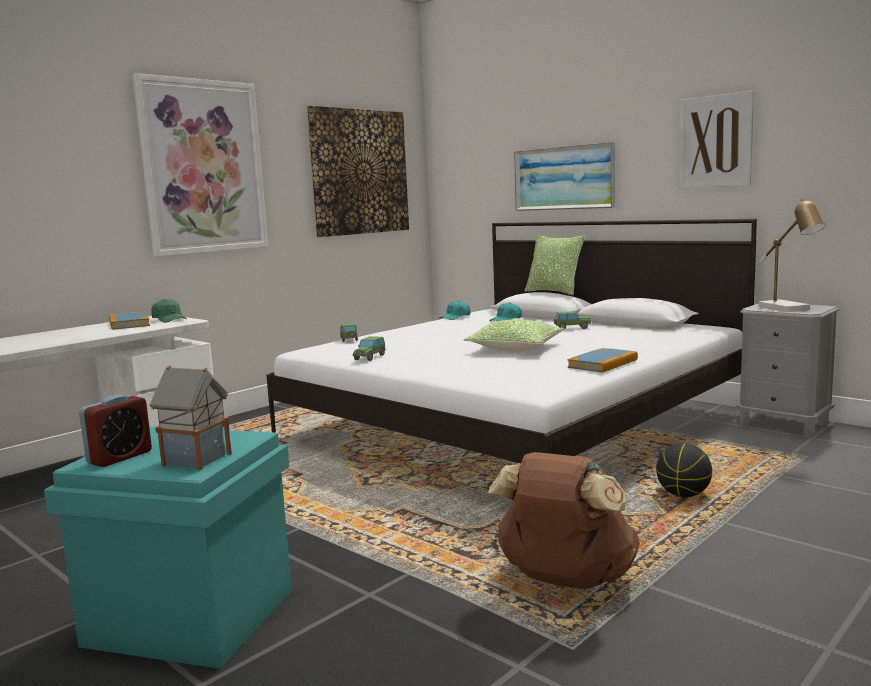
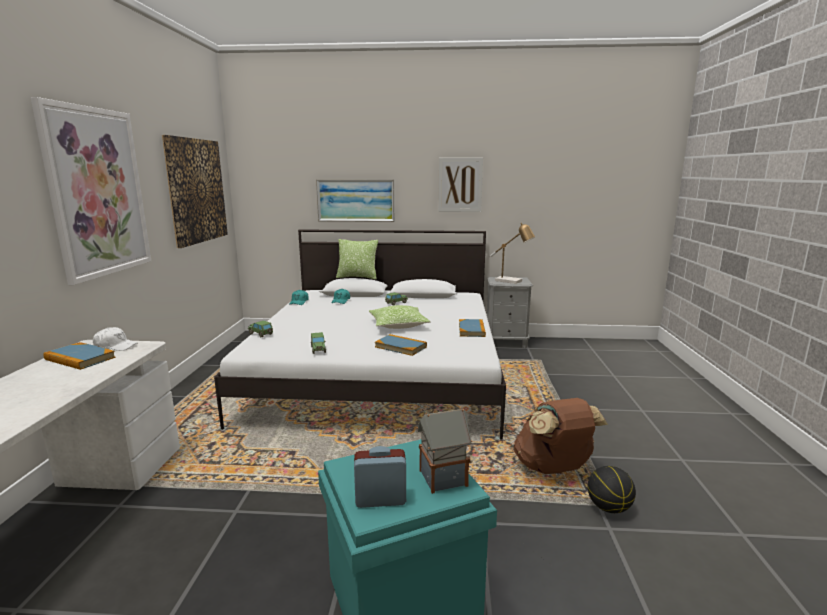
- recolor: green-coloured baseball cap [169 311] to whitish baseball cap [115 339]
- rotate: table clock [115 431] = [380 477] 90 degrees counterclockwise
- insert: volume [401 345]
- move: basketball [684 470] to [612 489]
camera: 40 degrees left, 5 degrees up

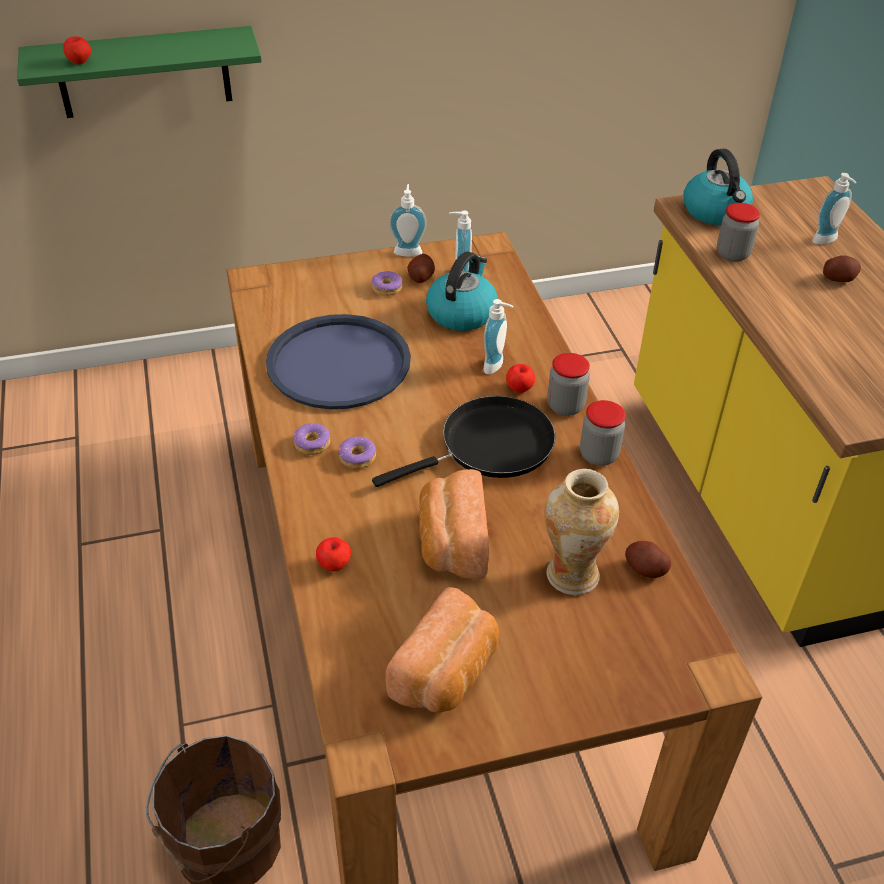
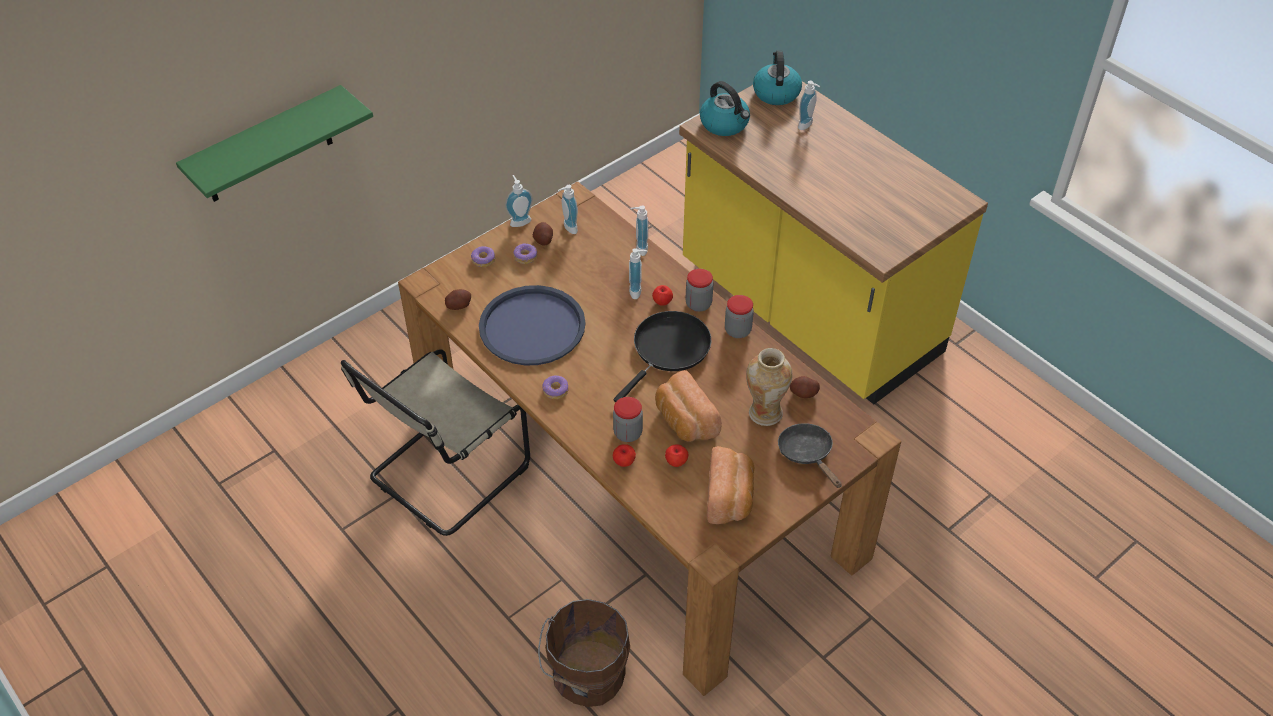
- insert: beige plain chair [435 443]
- move: spud [842 268] to [458 299]
- move: doughnut [357 452] to [483 256]
- move: preserve jar [738 232] to [628 419]
- insert: soap dispenser [639 230]
- move: apple [77 50] to [676 455]
- move: water kettle [462 291] to [777 78]
- insert: blackish skillet [810 455]
camera: 25 degrees left, 5 degrees up

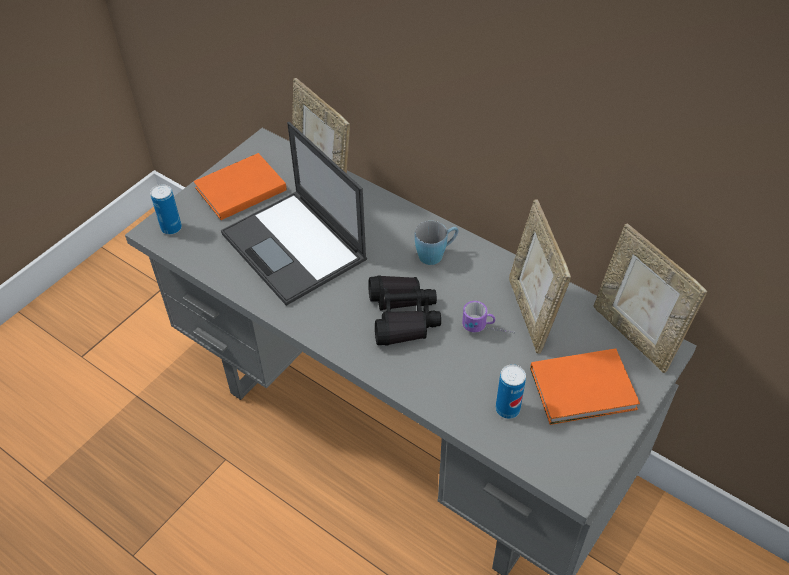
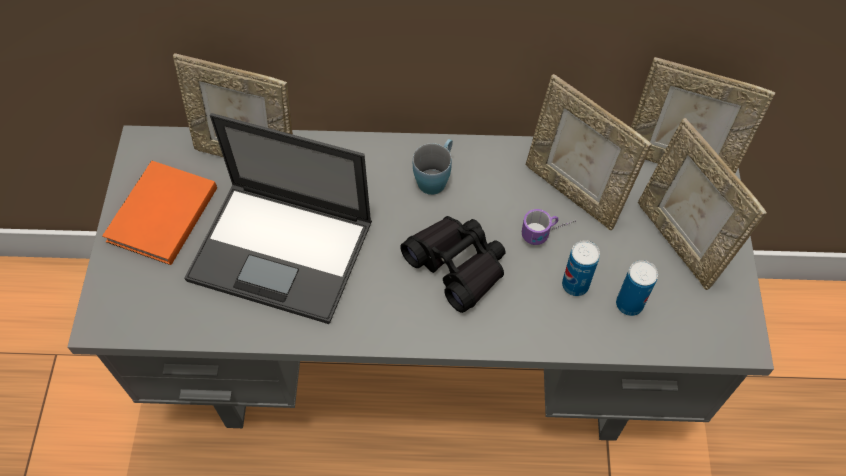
- move: metal can [166 209] to [581 268]
- replace: orangey volume [585 386] to photo frame [702 204]
camera: 35 degrees left, 10 degrees up

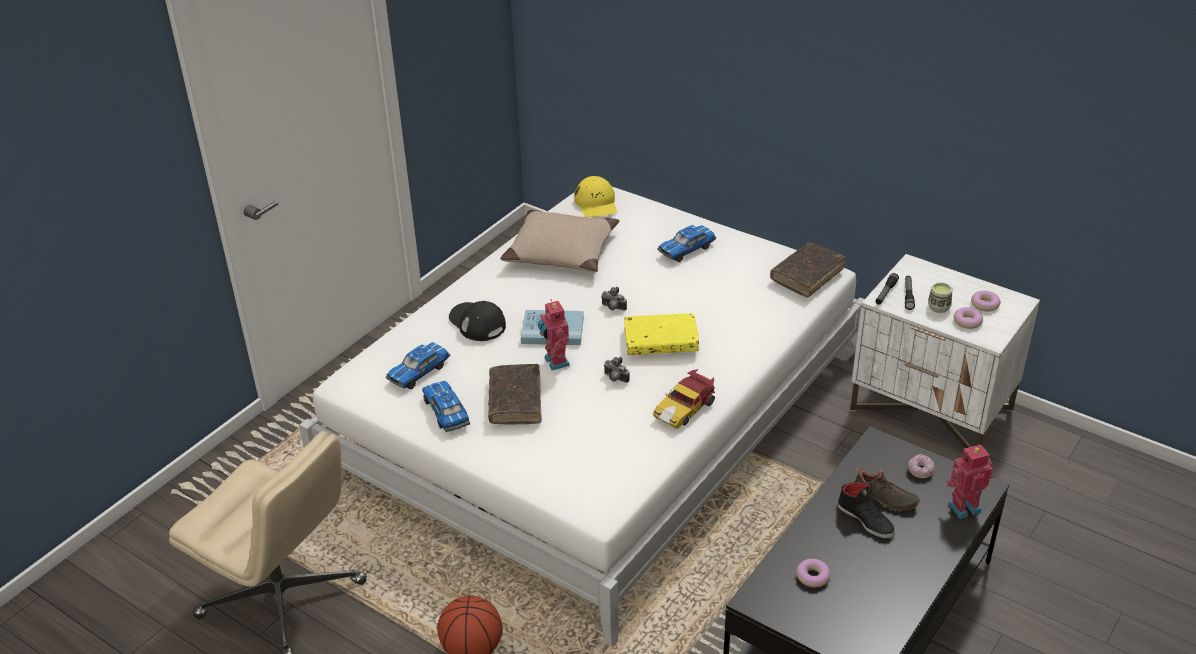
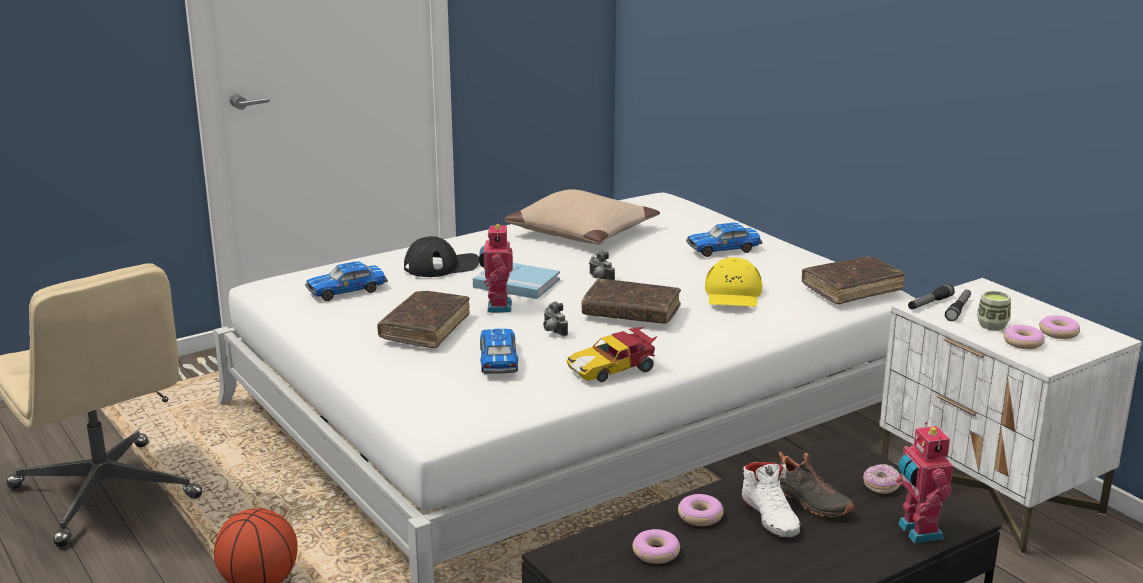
- rotate: blackish baseball cap [477 321] = [441 256] 90 degrees clockwise
- move: model car [446 406] to [499 351]
- recolor: yellow volume [661 334] to brown-coloured volume [631 301]
- insert: doughnut [701 510]
- move: yellow baseball cap [595 196] to [734 282]
- recolor: blackish shoe [866 510] to whitish shoe [771 500]
- rotate: model robot [969 482] = [924 482] 105 degrees counterclockwise
camera: 20 degrees right, 15 degrees down

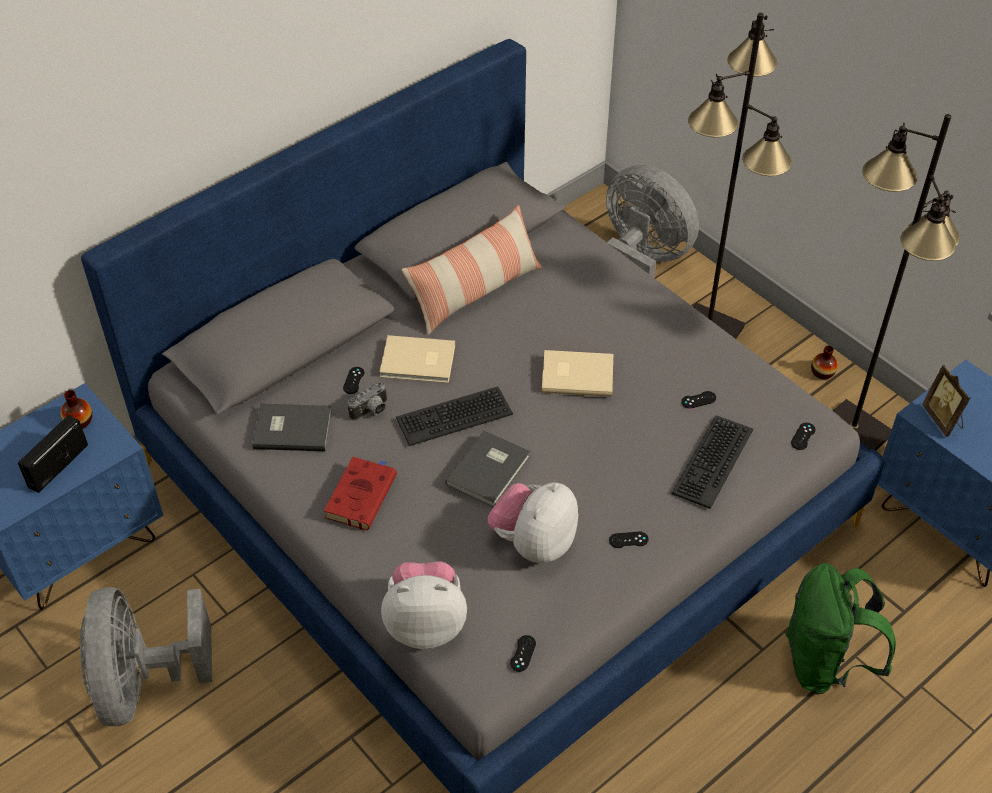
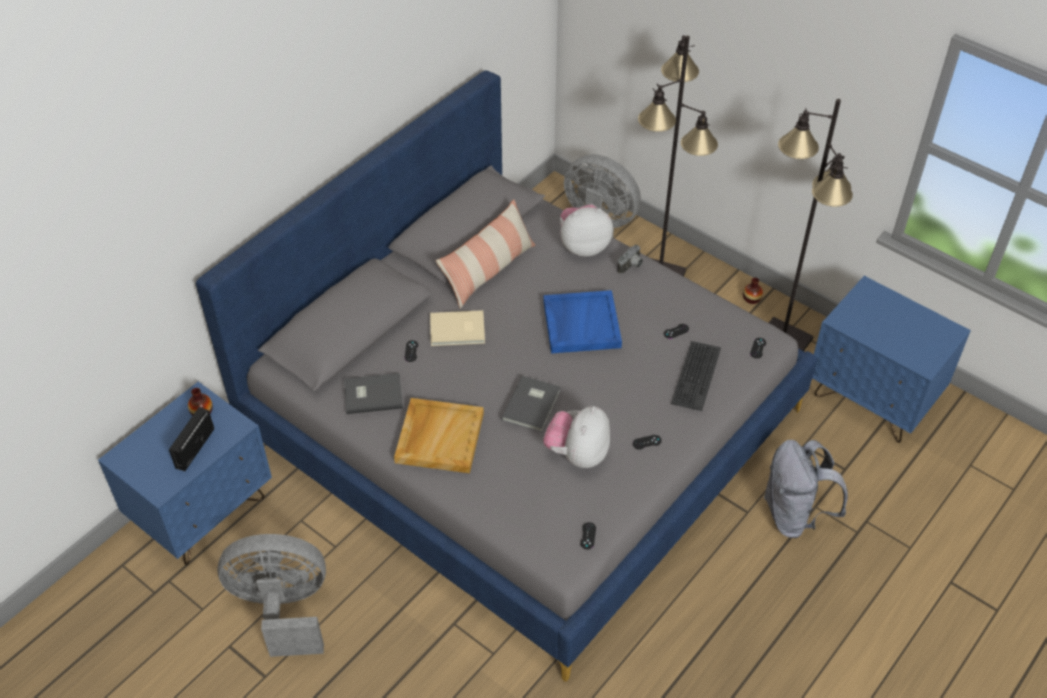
- rotate: gray electric fan [146 656] = [271 595] 105 degrees clockwise
- replace: red volume [360 493] to beige serving tray [439 435]
- replace: beige volume [577 373] to blue-coloured serving tray [582 321]
- move: soft toy [424 605] to [586 230]
- move: still camera [367 401] to [630 259]
- recolor: green-coloured rucksack [840 628] to gray rucksack [806 489]
- delete: keyboard [454 416]
- delete: photo frame [946 400]
camera: 10 degrees left, 0 degrees up

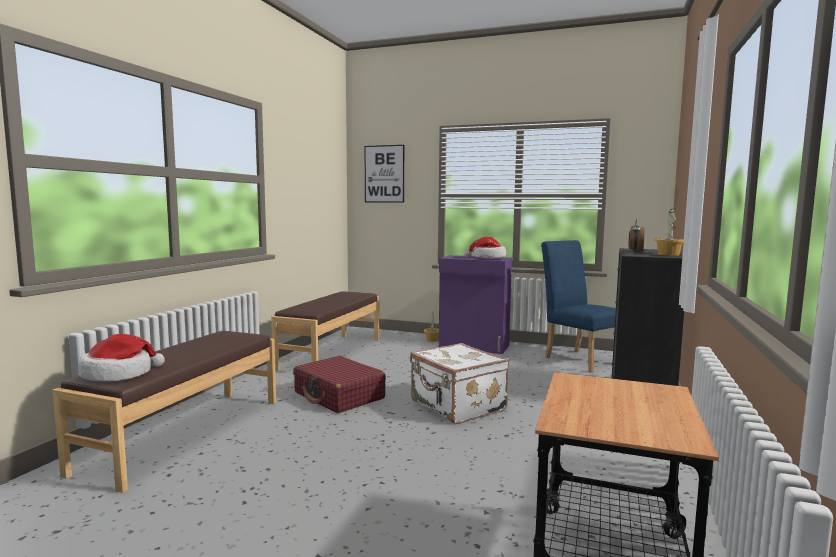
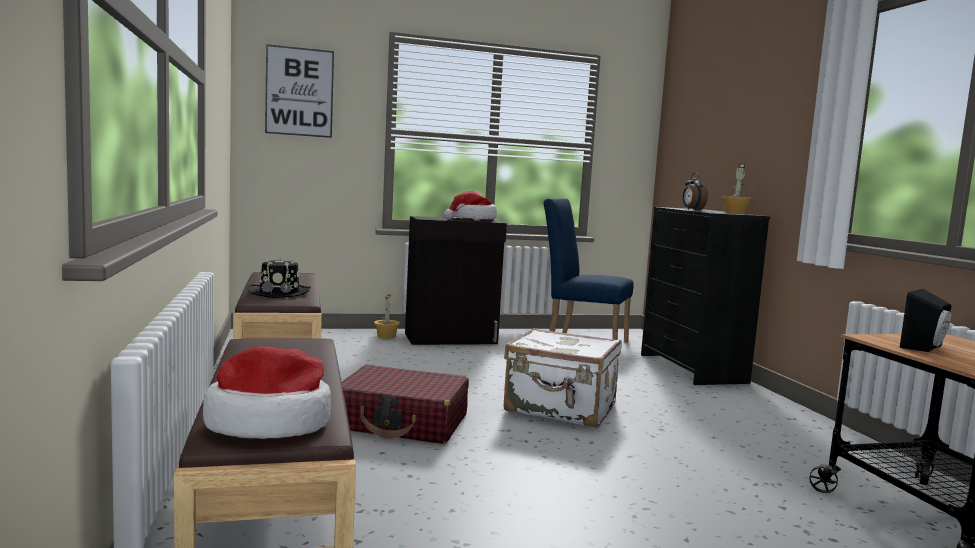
- insert: blackish wearable hat [279 277]
- recolor: purple cupboard [475 304] to blackish cupboard [456 280]
- insert: blackish loudspeaker [926 320]
camera: 35 degrees left, 0 degrees up

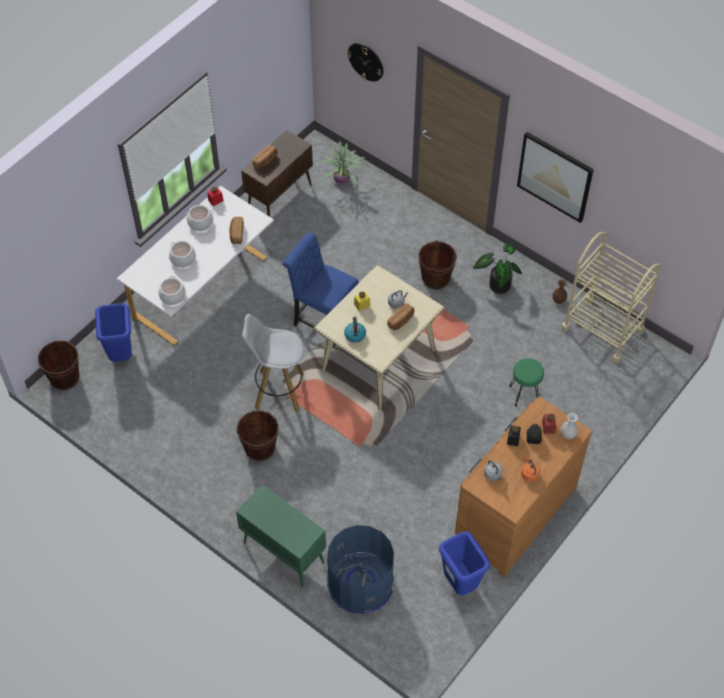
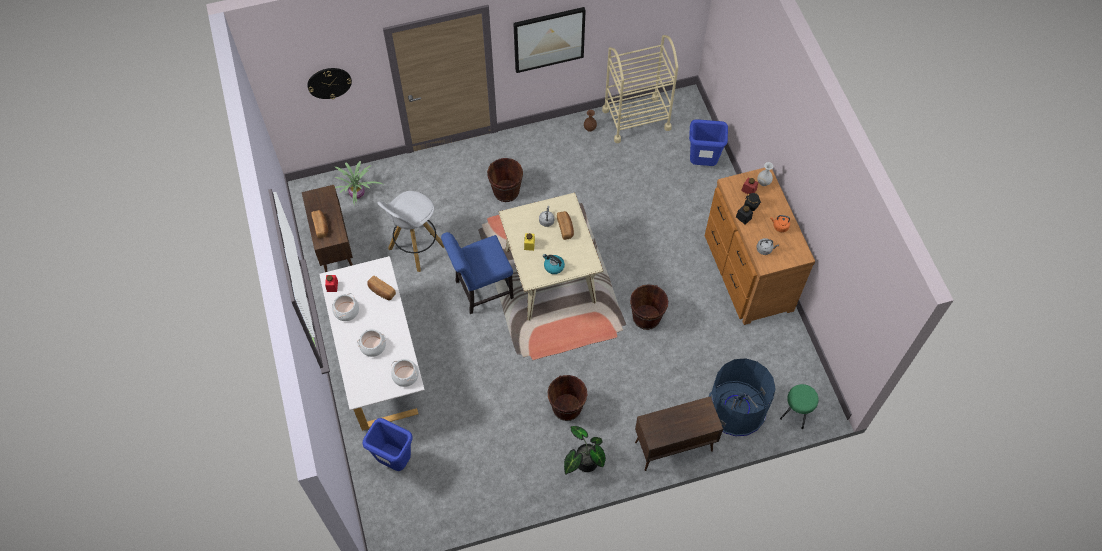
- move: whitish stool seat [273 363] to [411 231]
- move: plant in a pot [497 269] to [585 450]
- move: brown-coloured bucket [58 365] to [649 307]
- recolor: green-coloured cupboard [281 536] to brown-coloured cupboard [679 433]
- move: blue-coloured trash can [464 563] to [708 142]
- move: green-coloured stool seat [526 382] to [799 406]
camera: 55 degrees left, 5 degrees up

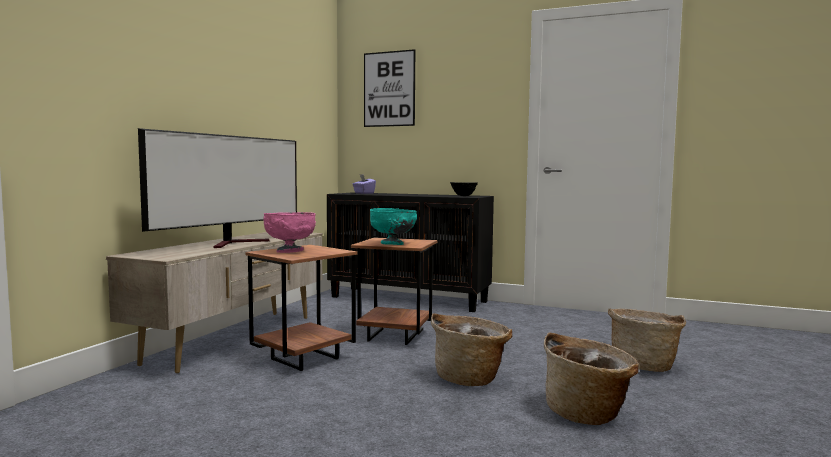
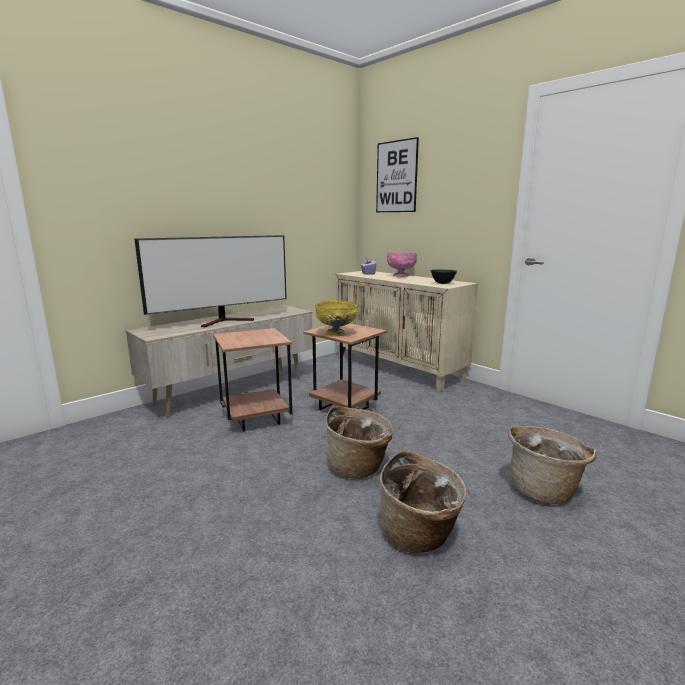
- recolor: blue-green serving bowl [393 226] to yellow serving bowl [336 318]
- recolor: blackish cupboard [410 252] to beige cupboard [407 331]
- move: pink-coloured serving bowl [290 232] to [402 265]
camera: 25 degrees right, 10 degrees up

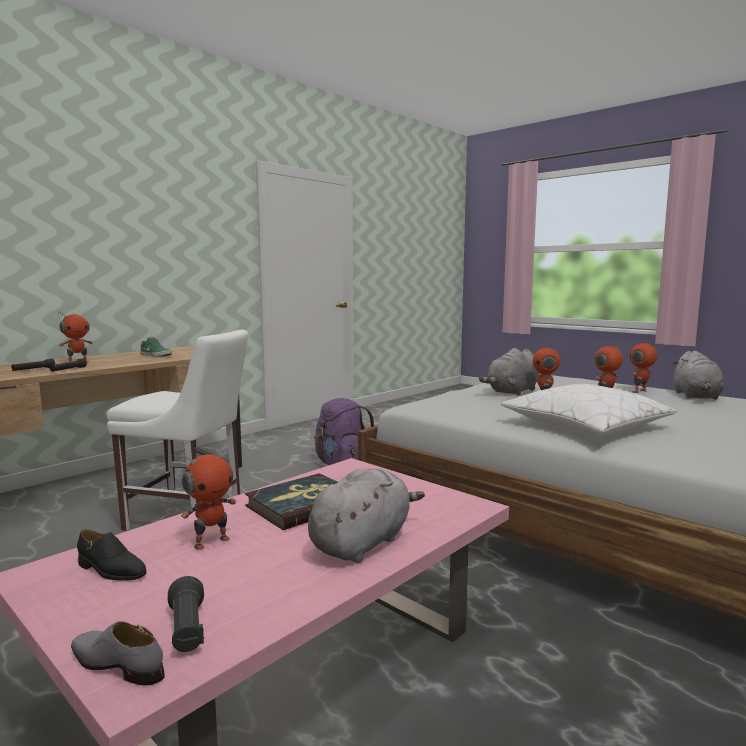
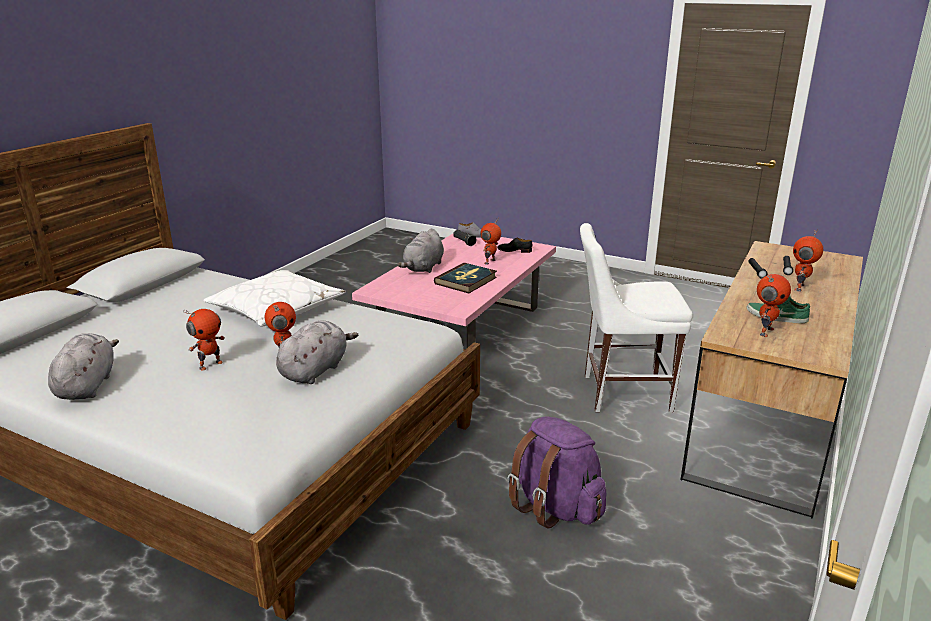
- move: model robot [643 366] to [774 305]
camera: 165 degrees right, 15 degrees up

